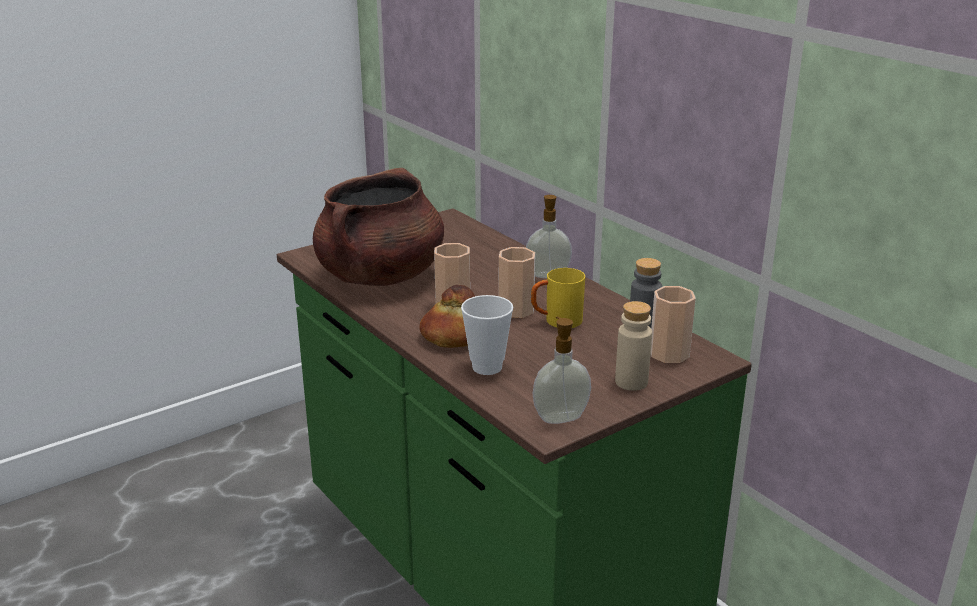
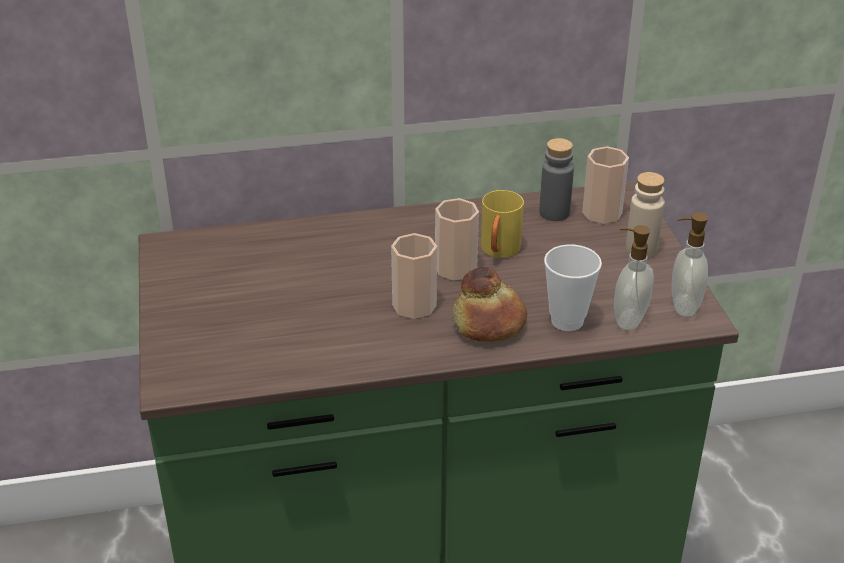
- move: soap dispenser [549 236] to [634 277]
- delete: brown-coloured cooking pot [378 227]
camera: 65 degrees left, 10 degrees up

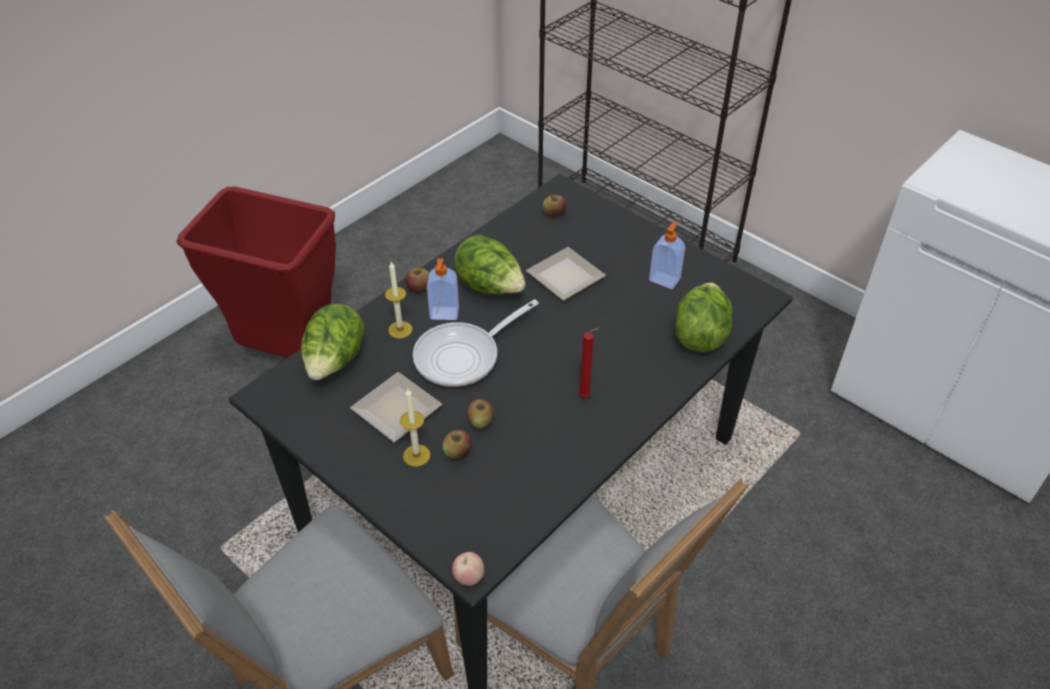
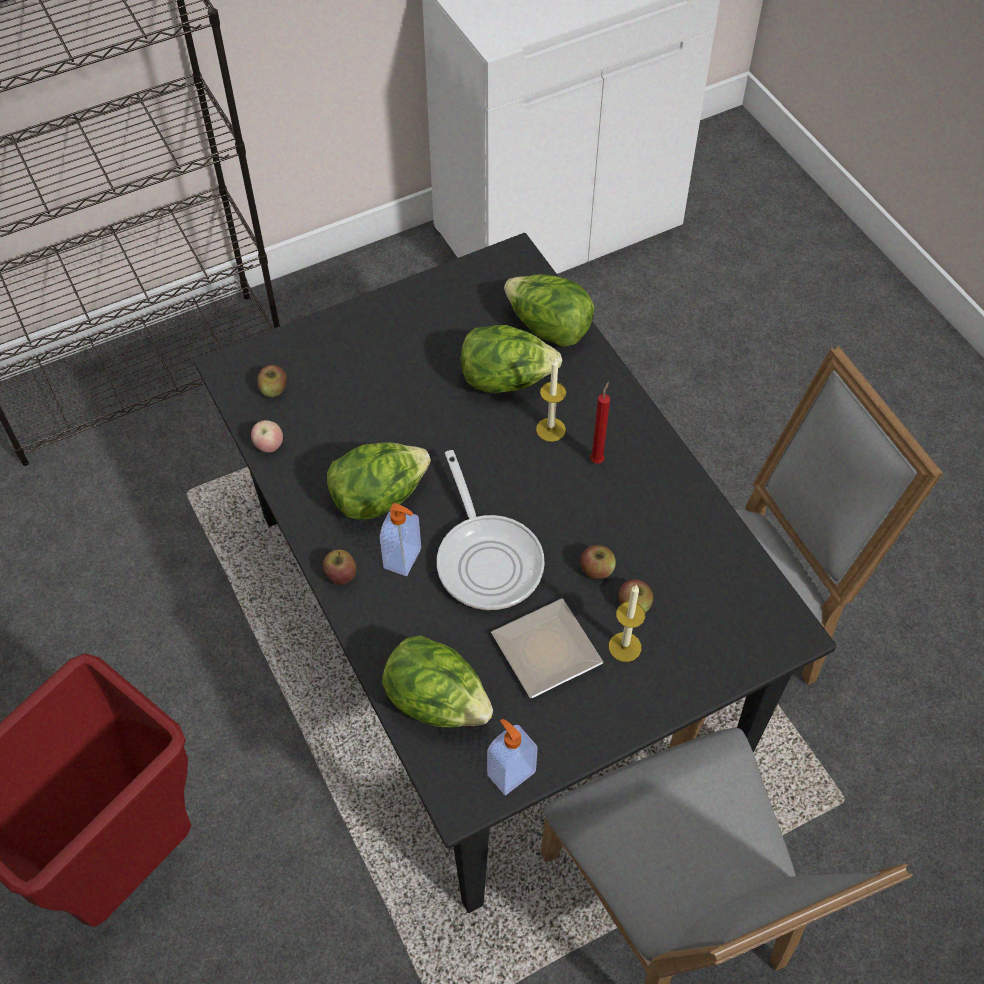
- move: apple [468 569] to [267 436]
- insert: head of lettuce [511 359]
- move: soap dispenser [667 255] to [512 757]
- move: wax light [398 300] to [551 400]
- delete: plate [566 274]
camera: 70 degrees left, 10 degrees up

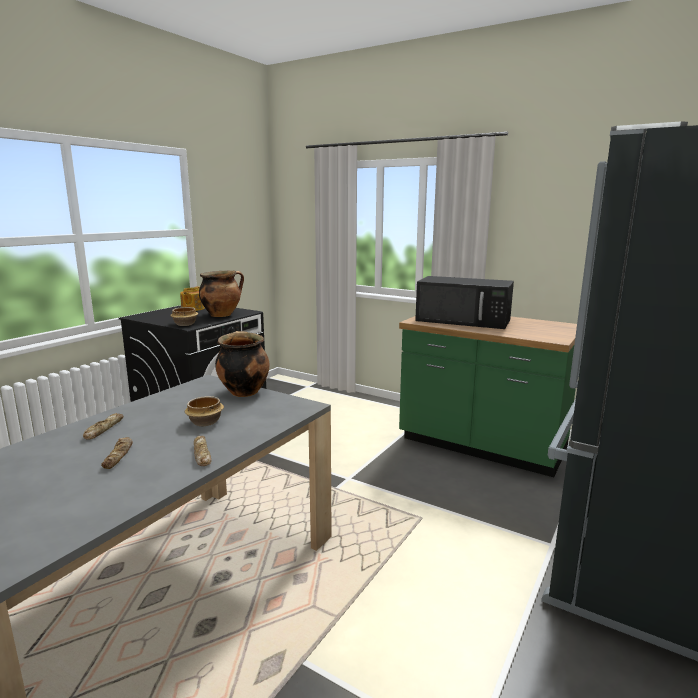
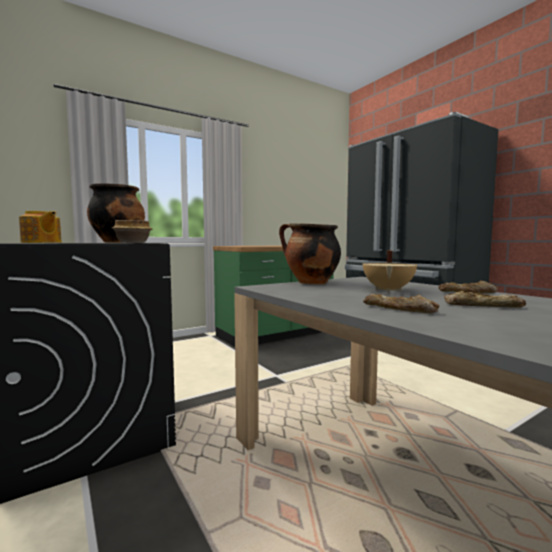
- replace: serving bowl [204 411] to beige cooking pot [390 271]
- delete: blackish kitchen microwave [464 302]
camera: 65 degrees left, 10 degrees down

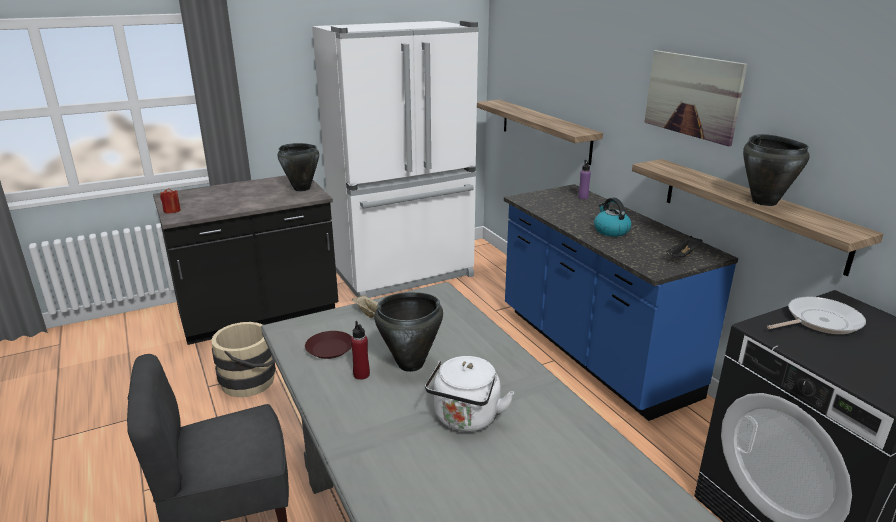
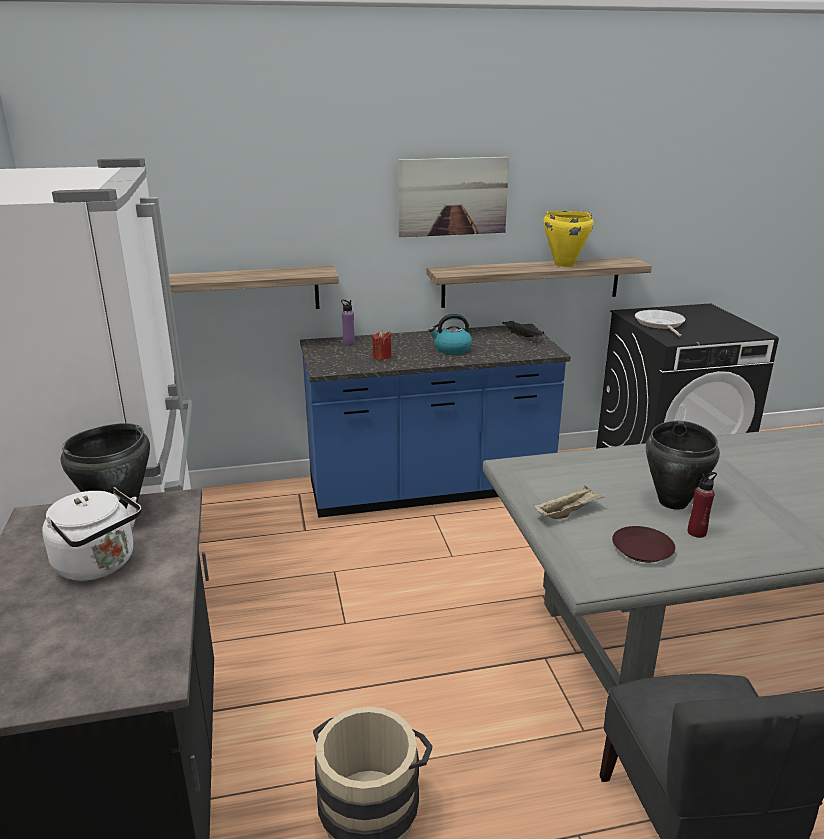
- move: whitish water kettle [469 394] to [92 534]
- move: red wax light [170 200] to [382 345]
- recolor: blackish cooking pot [776 170] to yellow cooking pot [568 239]
camera: 75 degrees left, 0 degrees up

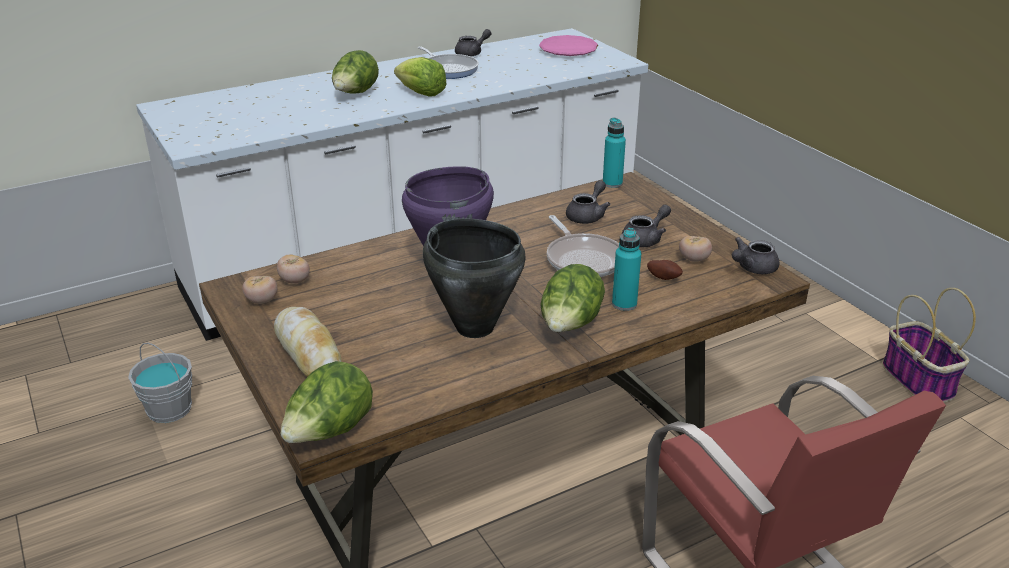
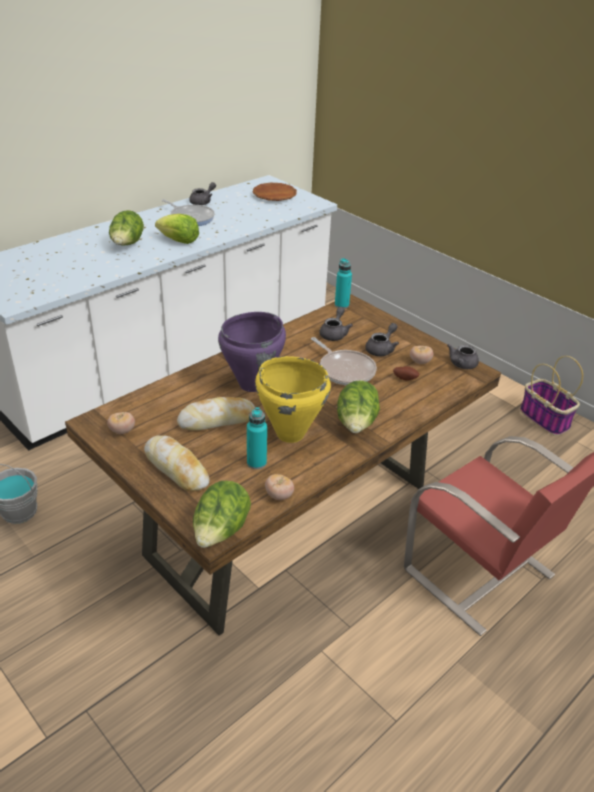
- insert: bakery bread [216 414]
- move: blue-green beverage bottle [626 269] to [257 438]
- recolor: pink-coloured plate [568 45] to brown-coloured plate [274 192]
- recolor: blackish cooking pot [474 278] to yellow cooking pot [293 399]
- move: whole tomato [293 269] to [279 487]
camera: 15 degrees left, 5 degrees up

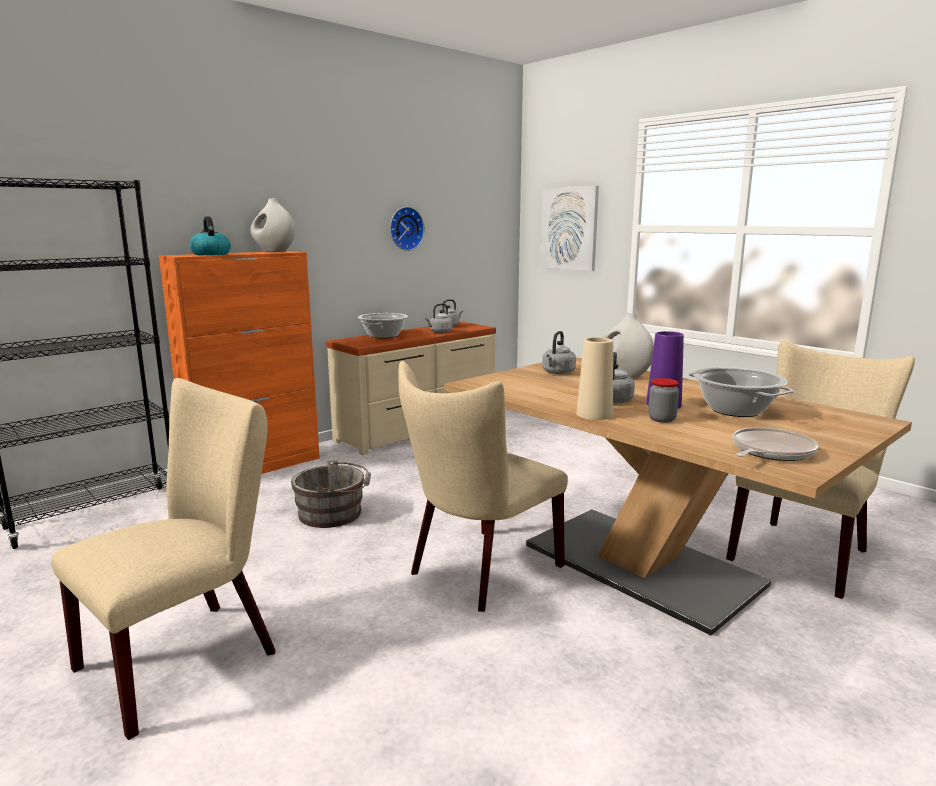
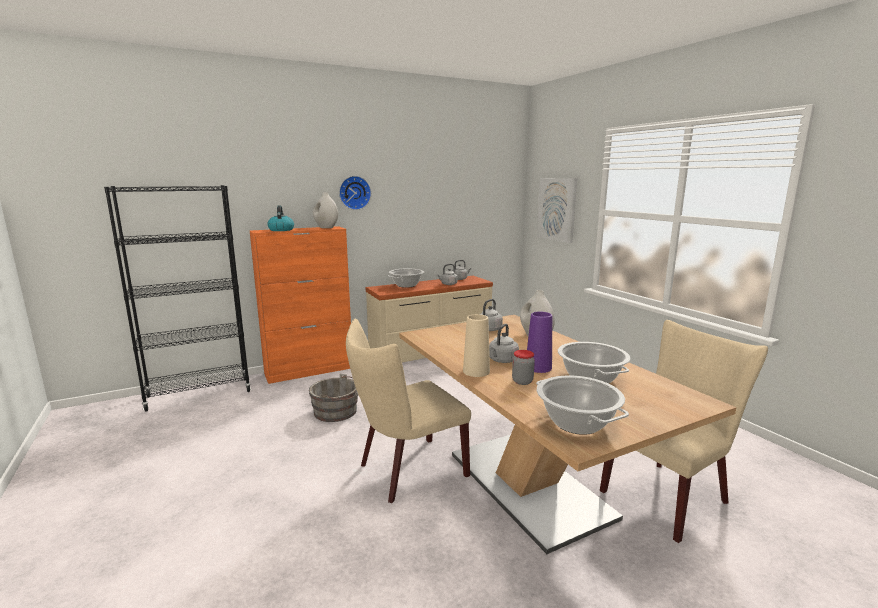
- move: wall clock [407 229] to [355 193]
- replace: skillet [776 444] to cooking pot [582 405]
- delete: beige plain chair [163 559]
camera: 15 degrees right, 0 degrees up

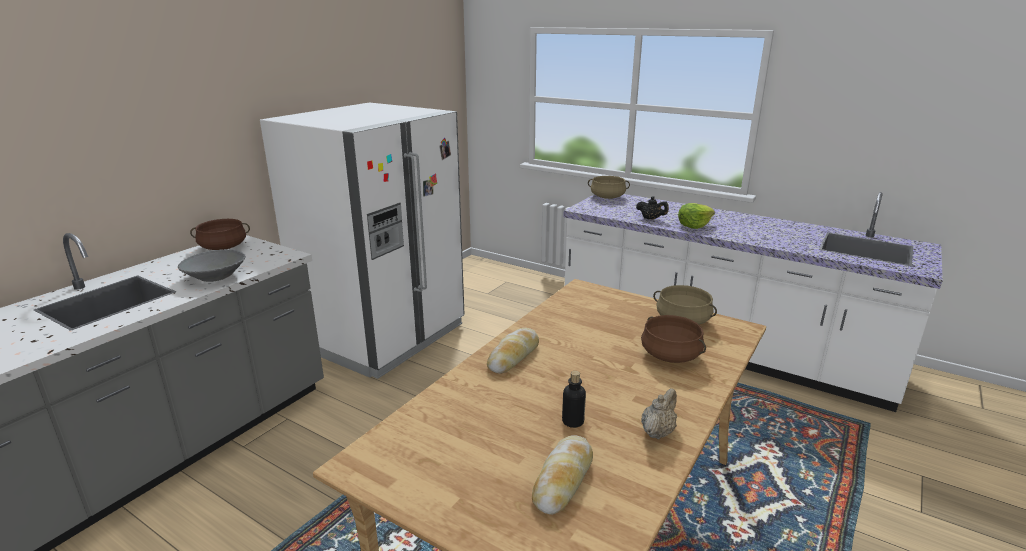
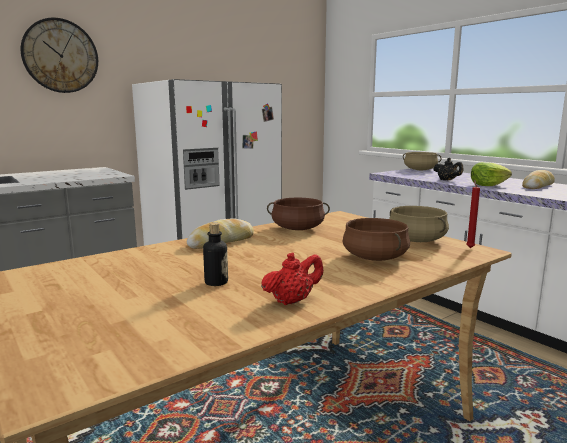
- insert: wall clock [59 55]
- recolor: beige tea pot [659 413] to red tea pot [292 279]
- move: brown-coloured cooking pot [220 234] to [298 214]
- insert: red wax light [473 214]
- move: bakery bread [562 475] to [538 179]
- delete: gray serving bowl [212 265]
camera: 20 degrees right, 10 degrees down

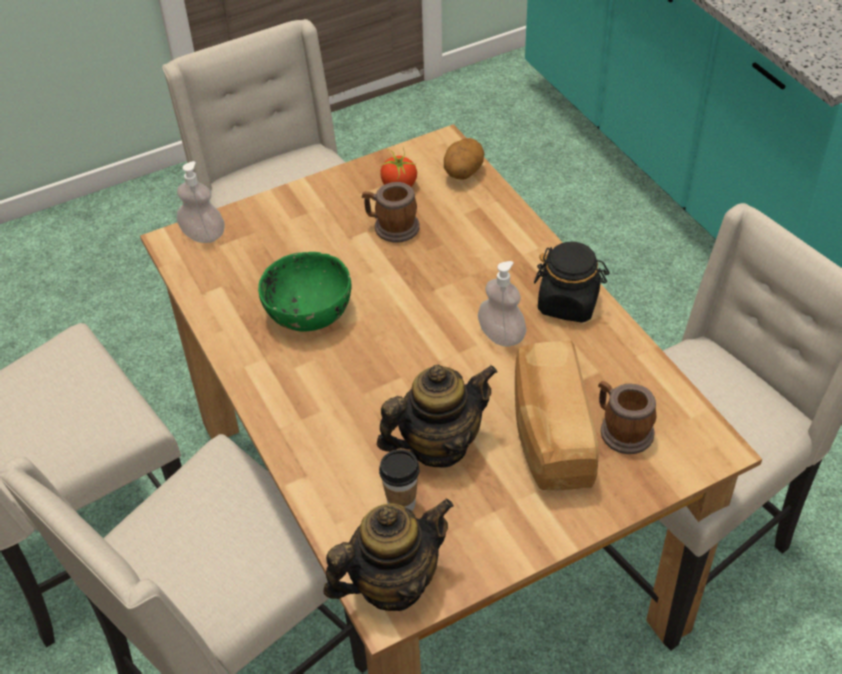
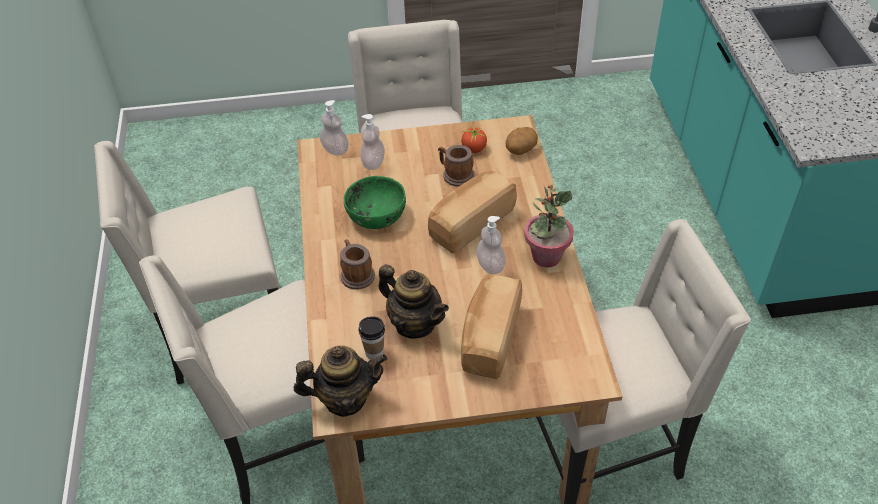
- move: tea mug [627 417] to [357 264]
- insert: soap dispenser [372 142]
- rotate: tea pot [437 416] = [413 301] 45 degrees clockwise
- insert: bakery bread [472 212]
- replace: blackish preserve jar [572 282] to plant in a pot [549 226]
camera: 20 degrees right, 0 degrees up

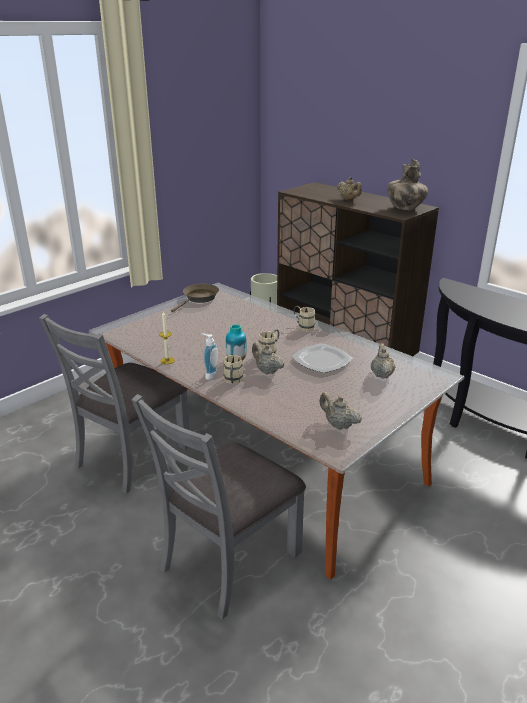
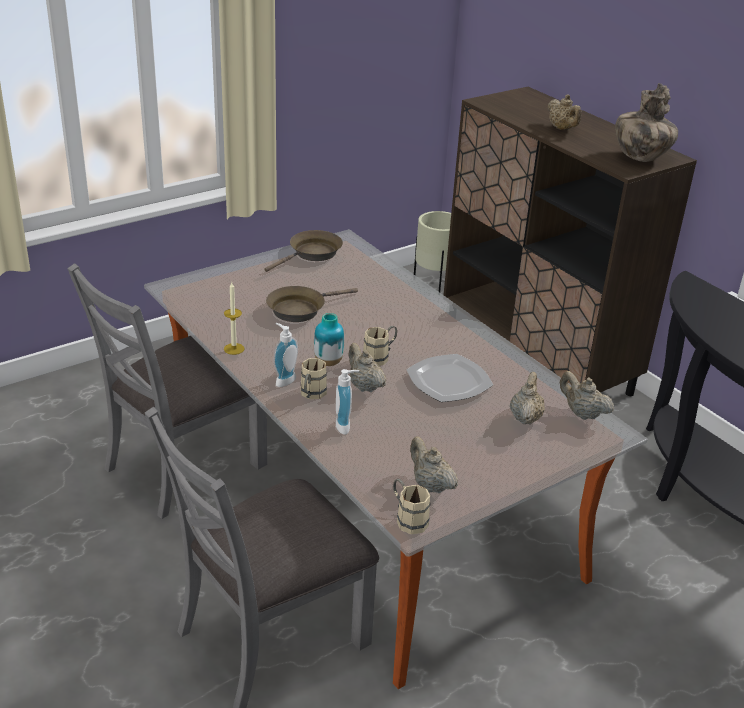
- insert: brown-coloured skillet [312 304]
- insert: soap dispenser [347 402]
- move: beige tea mug [304 319] to [411 506]
- insert: beige tea pot [587 395]
camera: 10 degrees right, 5 degrees up

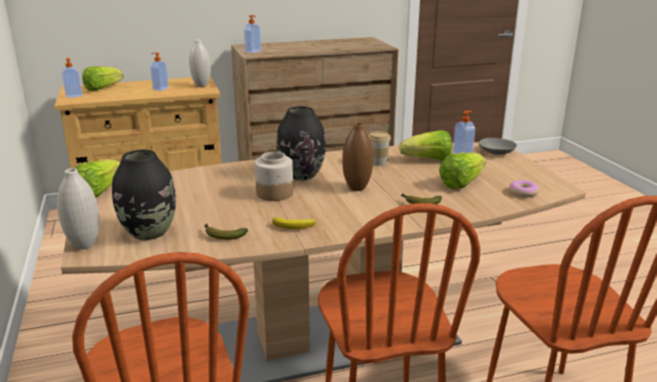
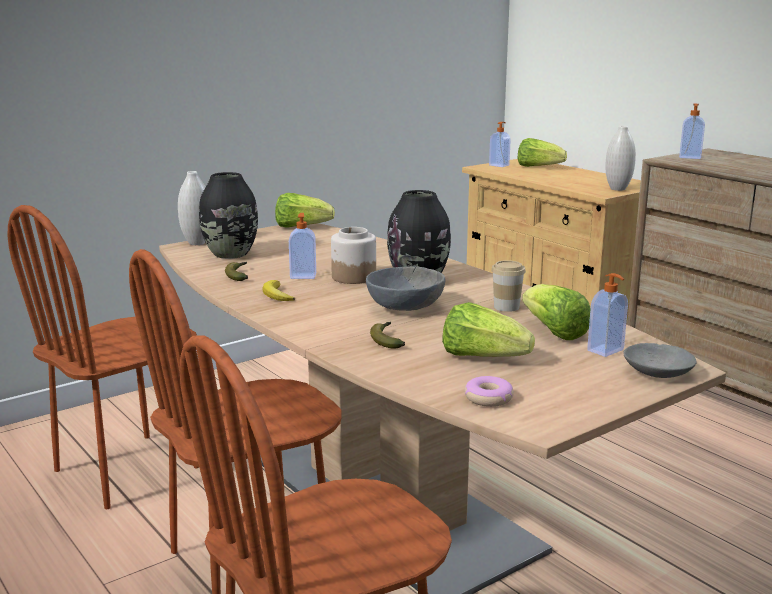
- move: soap dispenser [159 71] to [302 246]
- replace: brown-coloured decorative vase [357 157] to gray serving bowl [405 288]
camera: 70 degrees right, 5 degrees down

